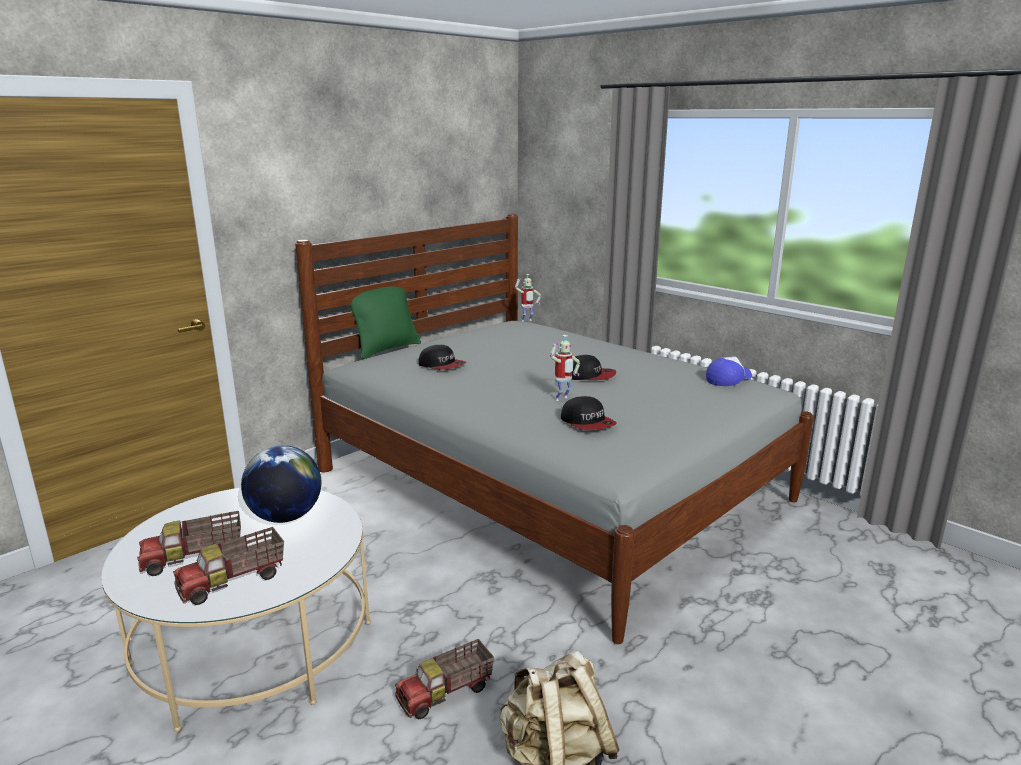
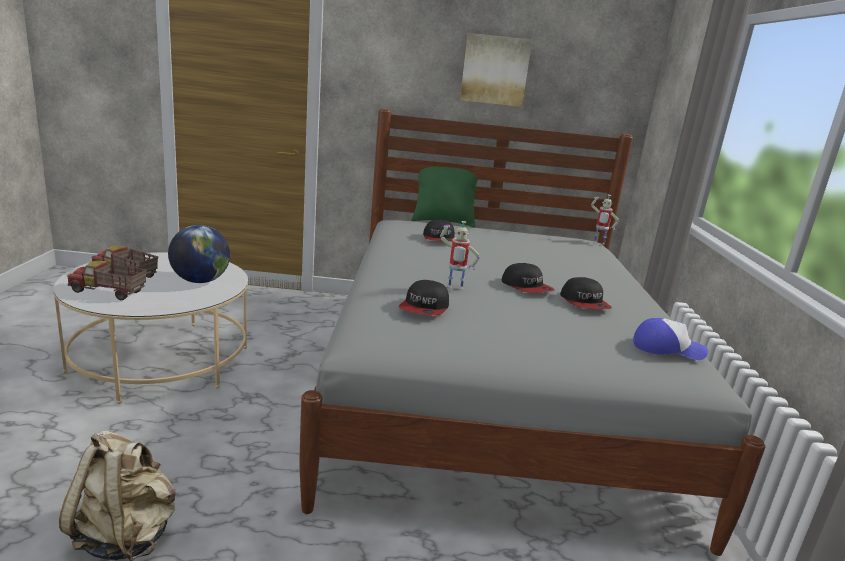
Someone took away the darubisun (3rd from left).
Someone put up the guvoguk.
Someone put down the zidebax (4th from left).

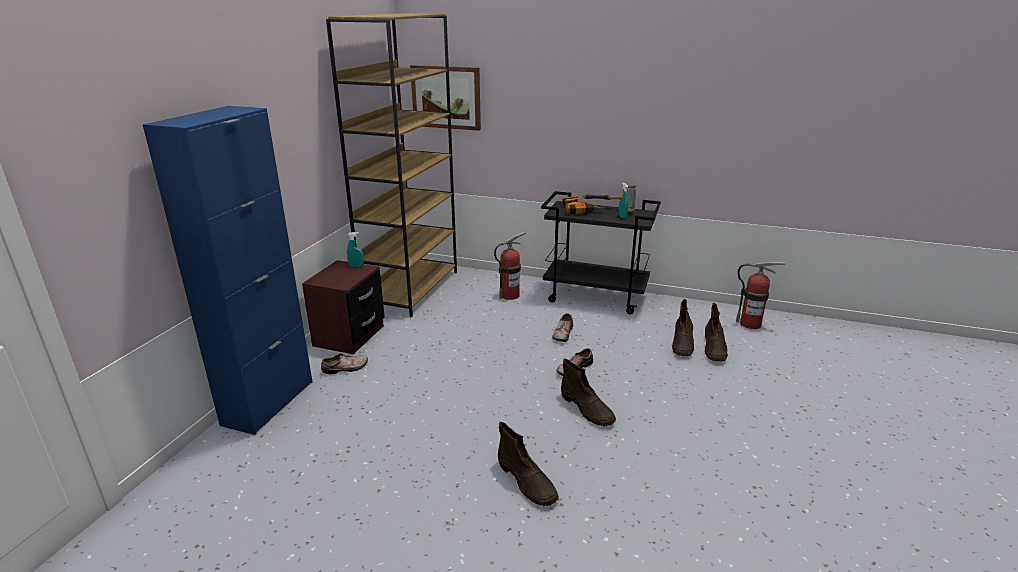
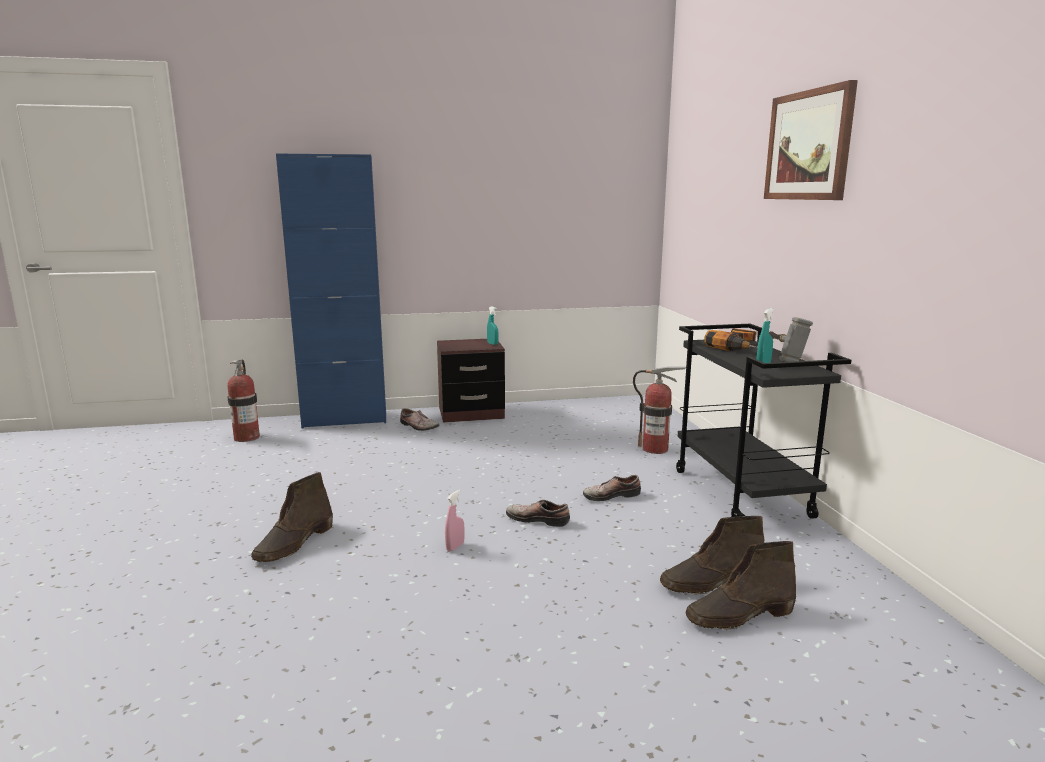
Someone took away the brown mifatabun.
Someone carried the guvoguk.
Someone carried the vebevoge (2nd from left in the first image).
Someone swapped the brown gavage (2nd from left) for the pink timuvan.

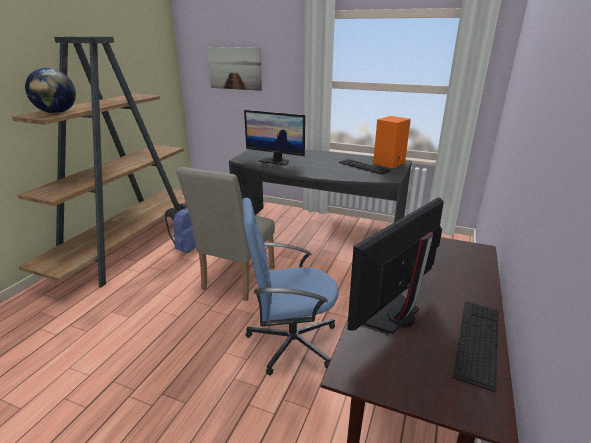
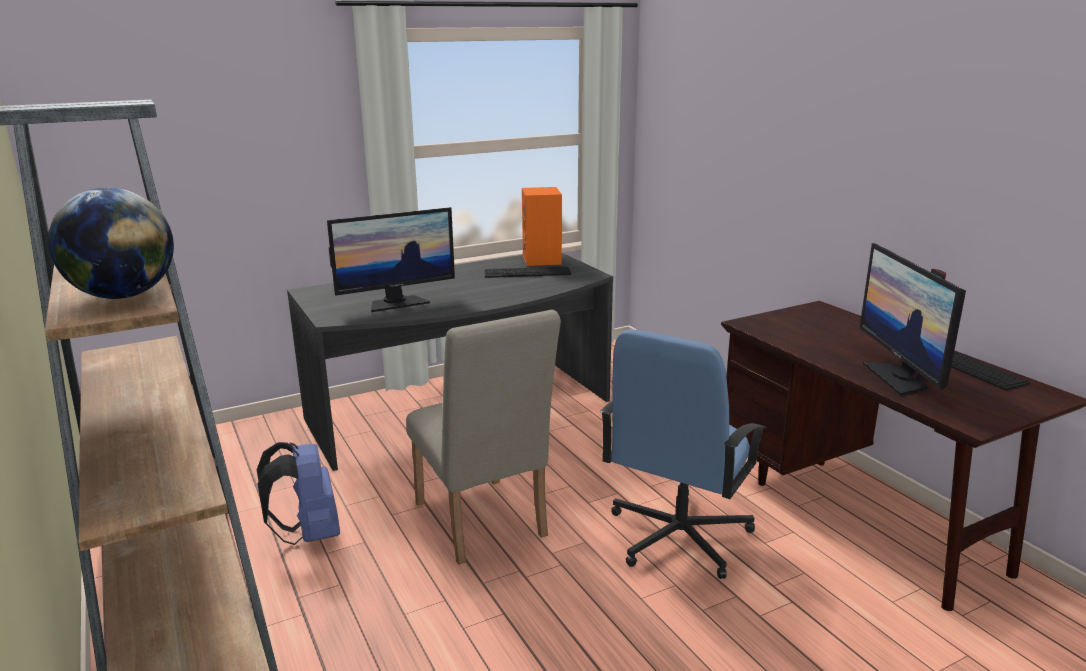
Someone took away the guvoguk.

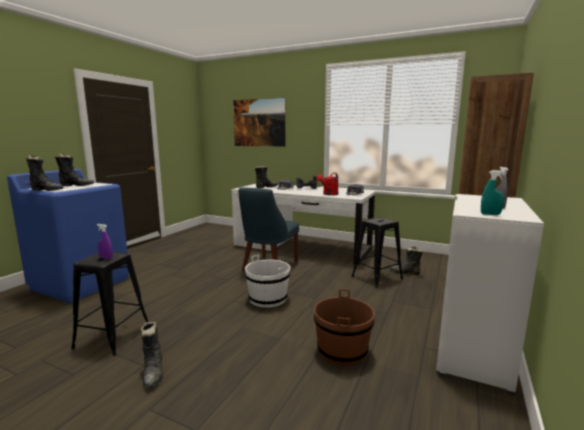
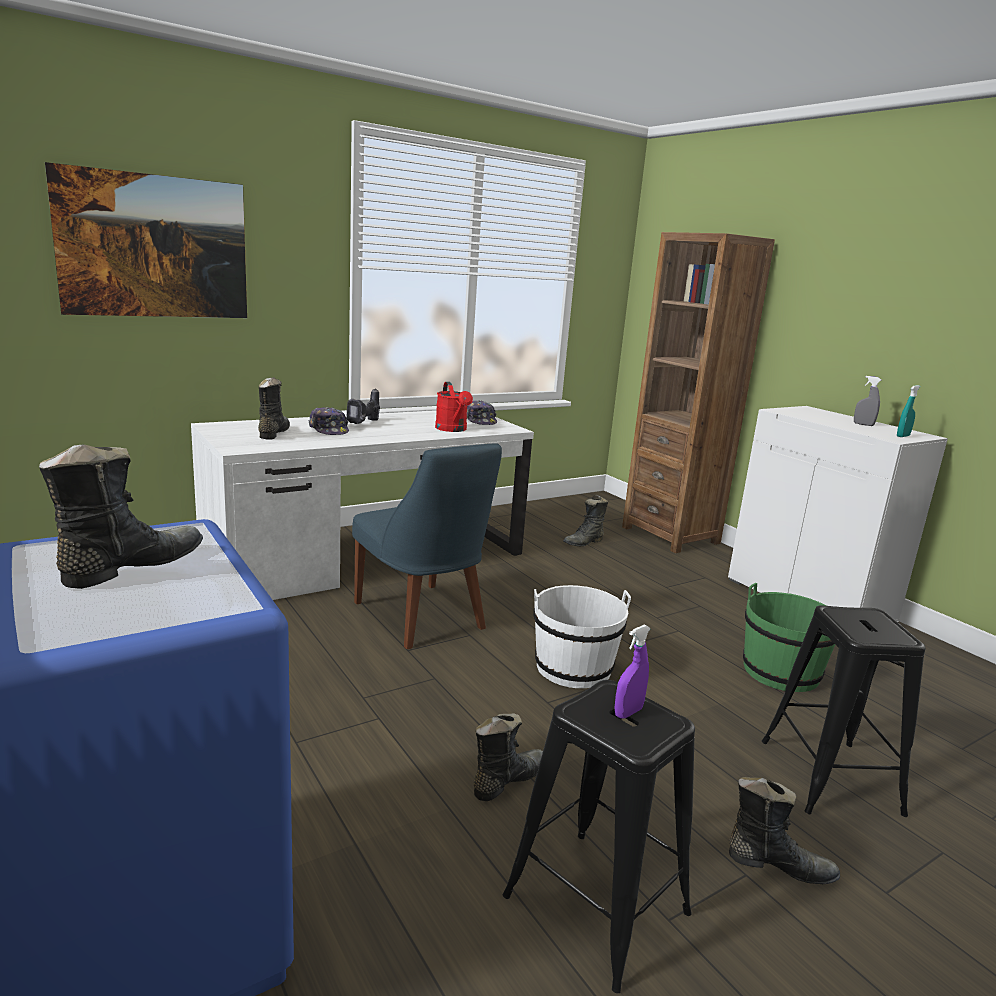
Someone carried the black gavage (1st from left in the first image).
Someone carried the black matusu (2nd from left).
Someone repainted the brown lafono, which became the green lafono.

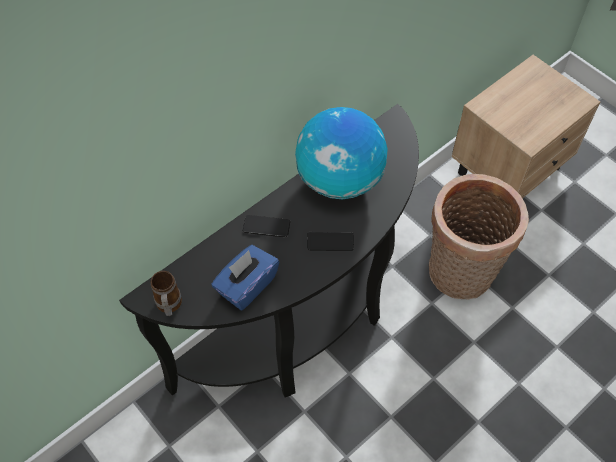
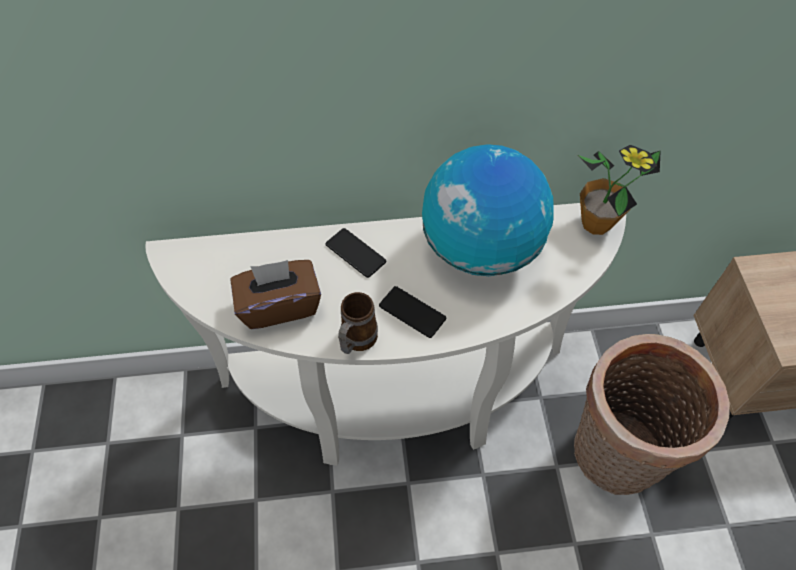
Someone put down the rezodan.
Someone carried the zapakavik.
Someone repainted the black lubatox, which became the white lubatox.
Someone repainted the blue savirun, which became the brown savirun.

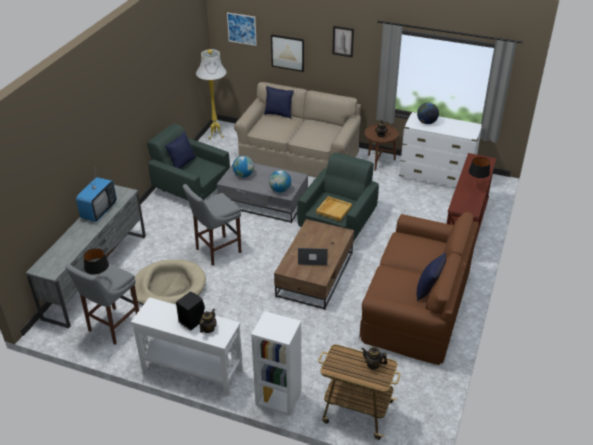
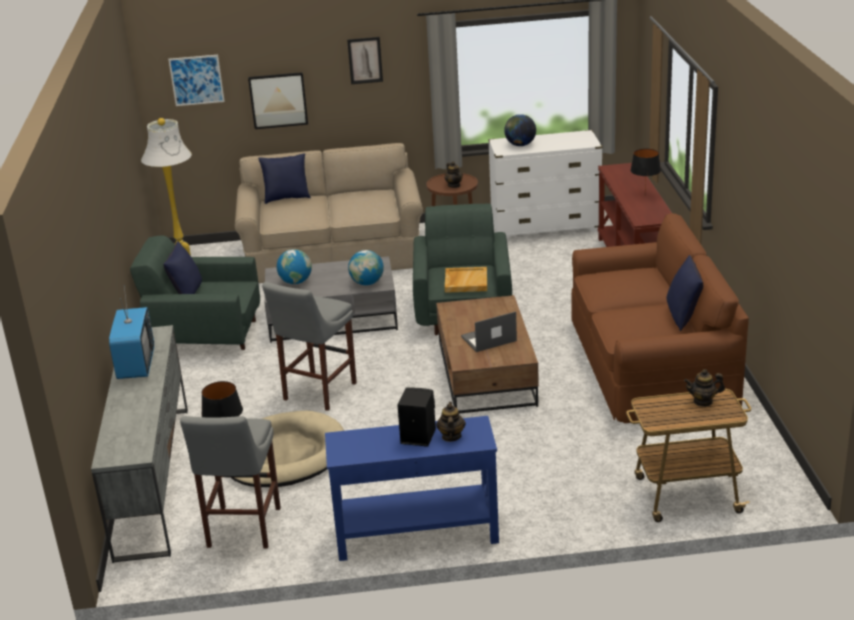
Someone took away the white mifatabun.
Someone repainted the white lubatox, which became the blue lubatox.

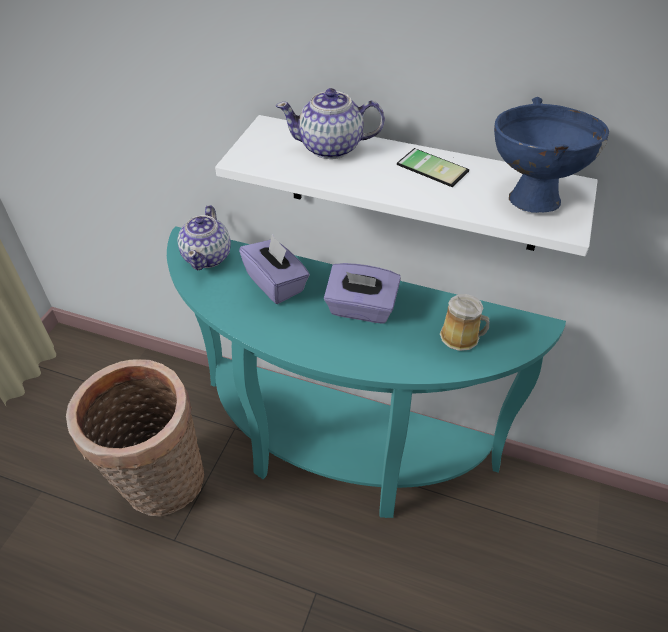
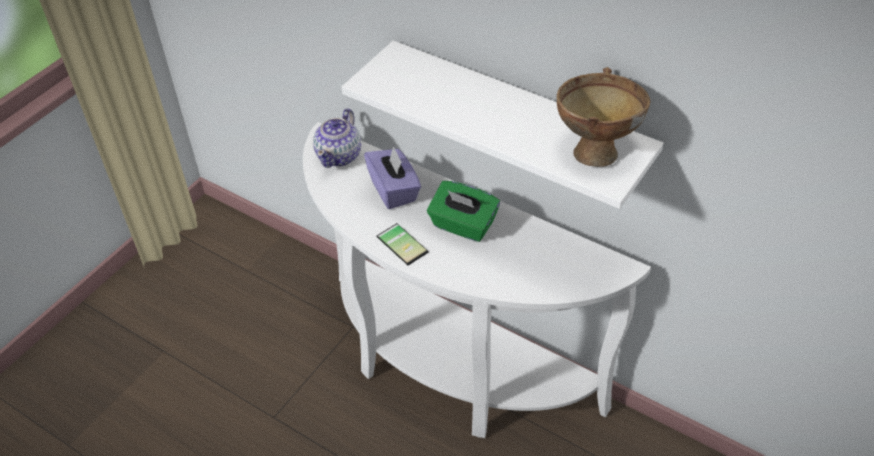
Someone took away the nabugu.
Someone took away the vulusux (2nd from left).
Someone took away the zapakavik.
Someone carried the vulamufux.
Someone repainted the turquoise lubatox, which became the white lubatox.
Someone repainted the purple savirun (2nd from left), which became the green savirun.
Someone repainted the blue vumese, which became the brown vumese.

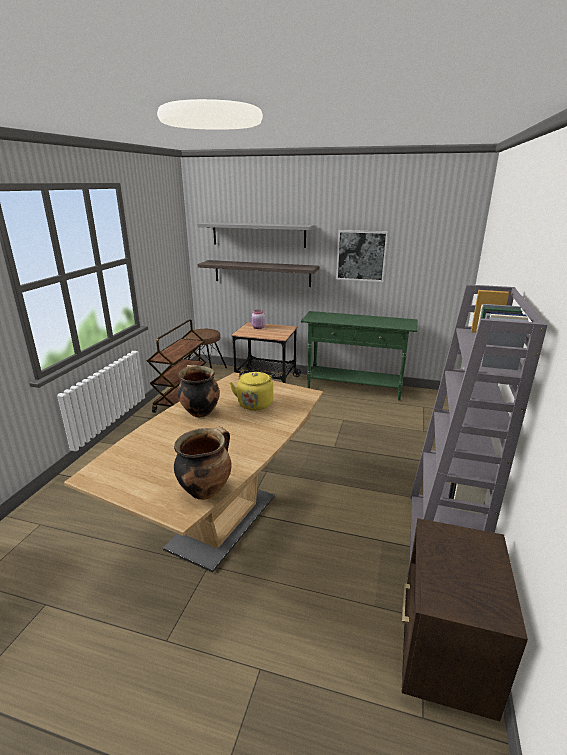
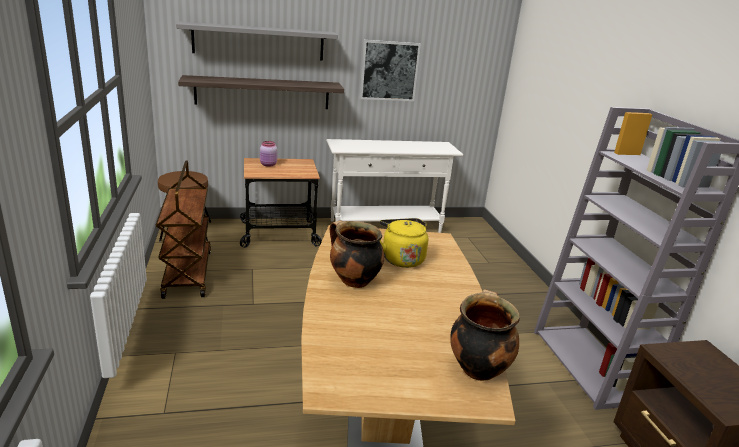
Someone repainted the green lubatox, which became the white lubatox.

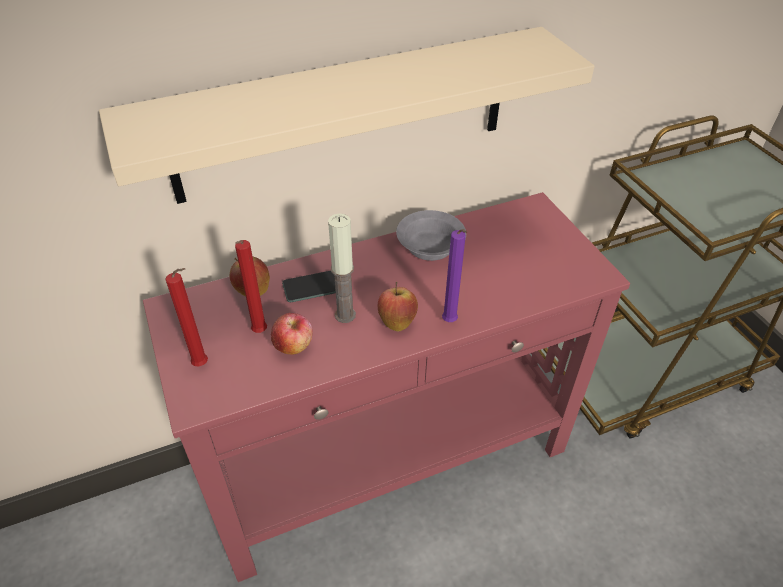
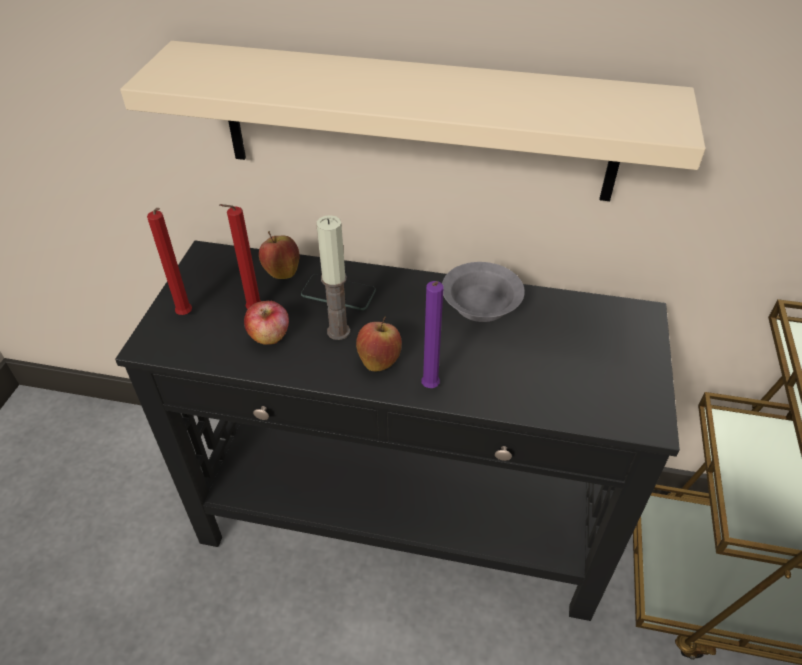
Someone repainted the red lubatox, which became the black lubatox.

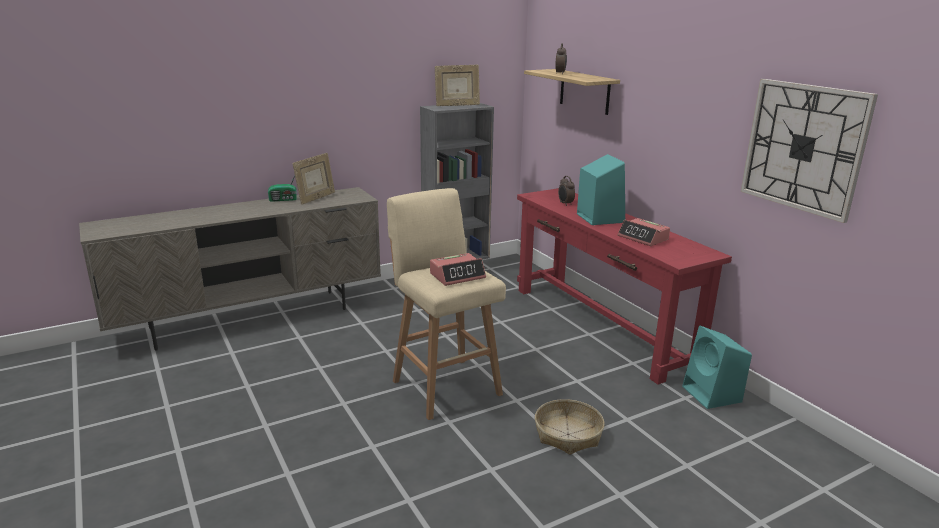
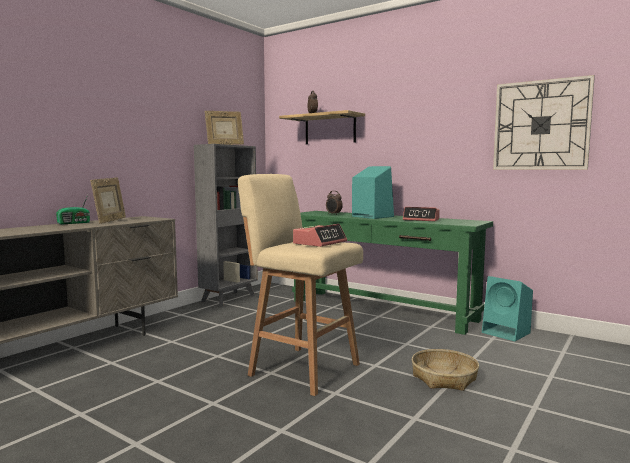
Someone repainted the red lubatox, which became the green lubatox.

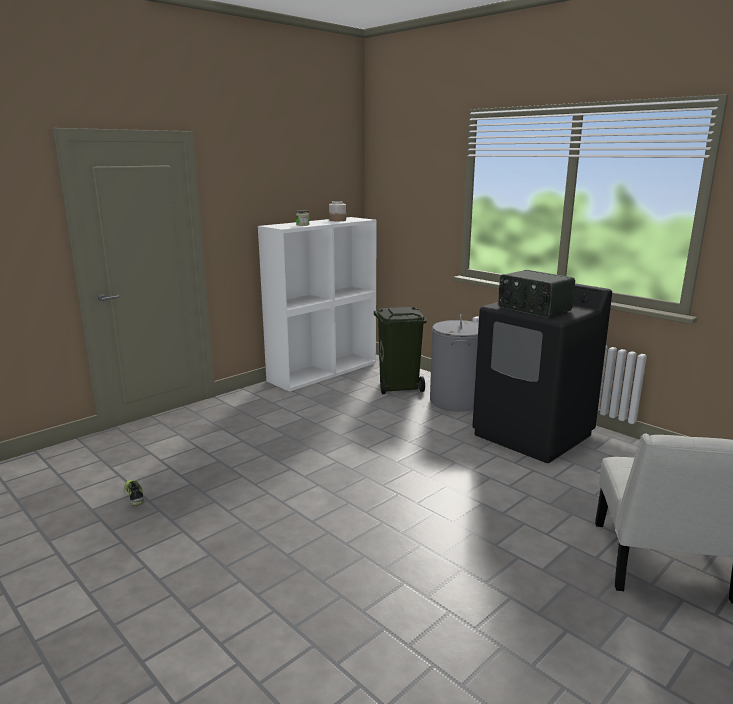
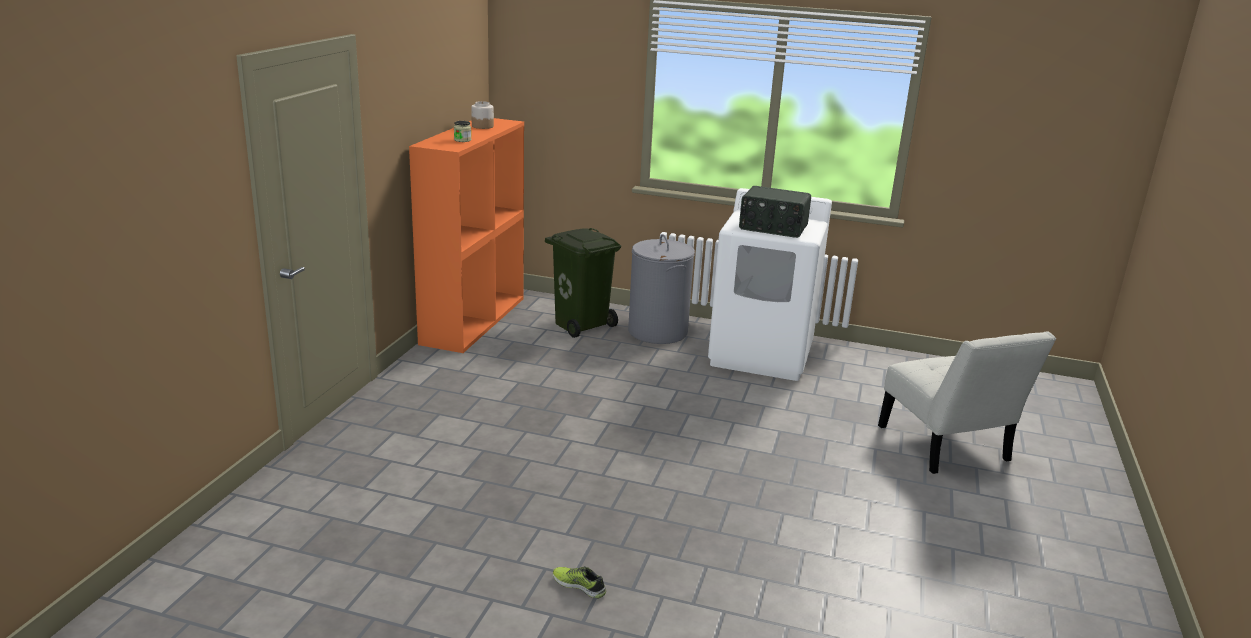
Someone carried the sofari.
Someone repainted the white mifatabun, which became the orange mifatabun.
Someone repainted the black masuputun, which became the white masuputun.

